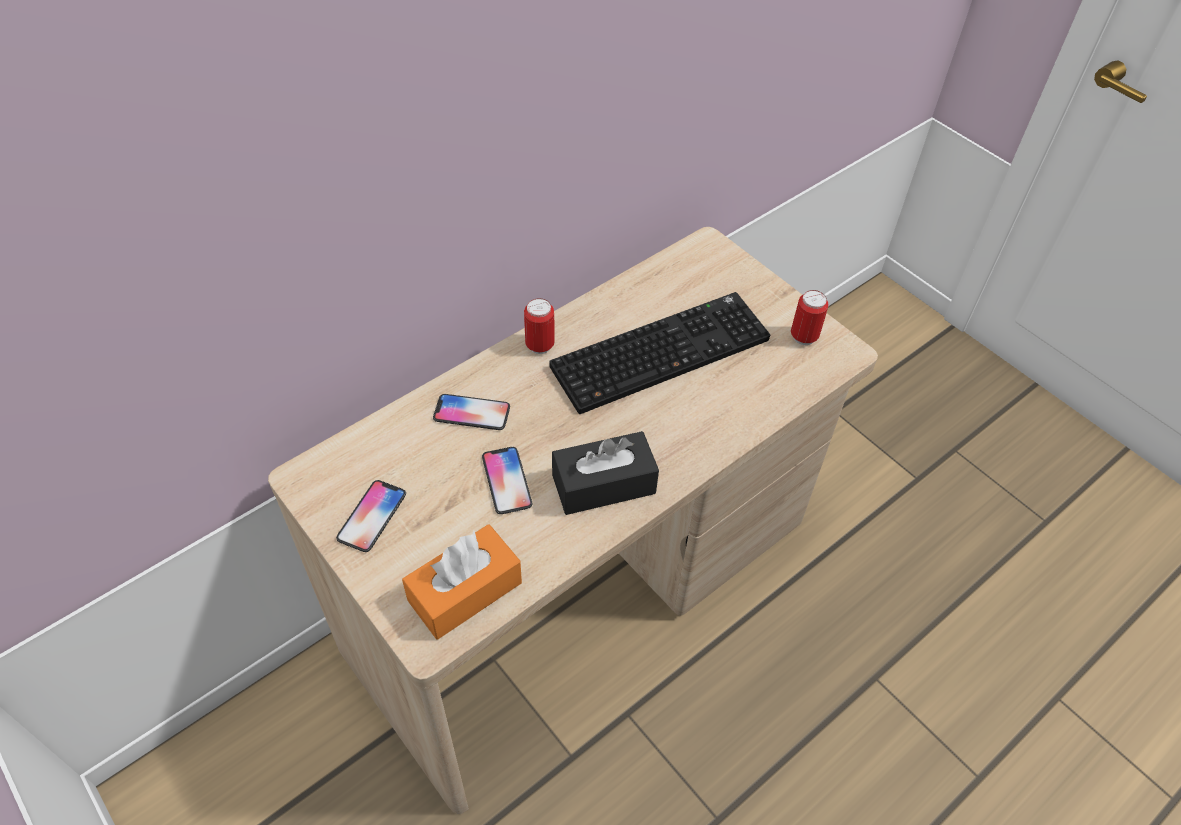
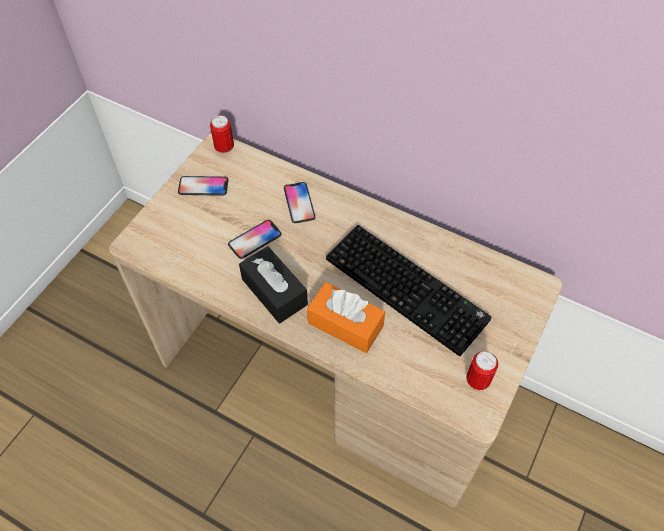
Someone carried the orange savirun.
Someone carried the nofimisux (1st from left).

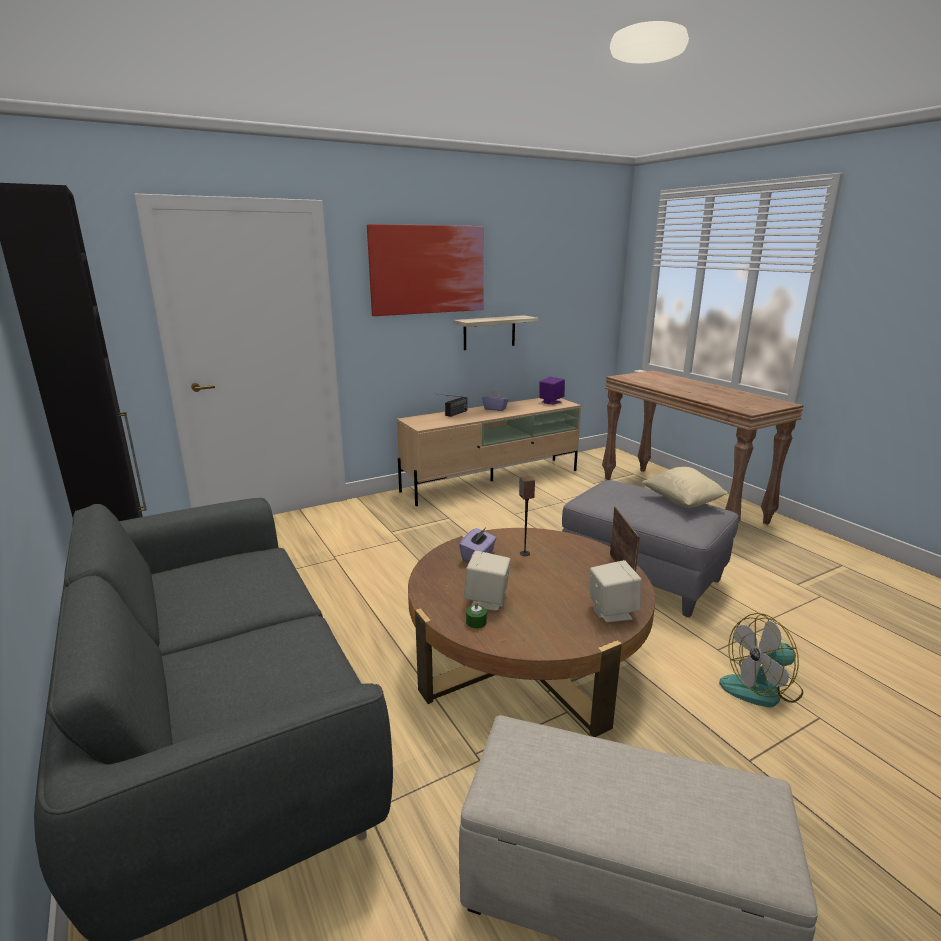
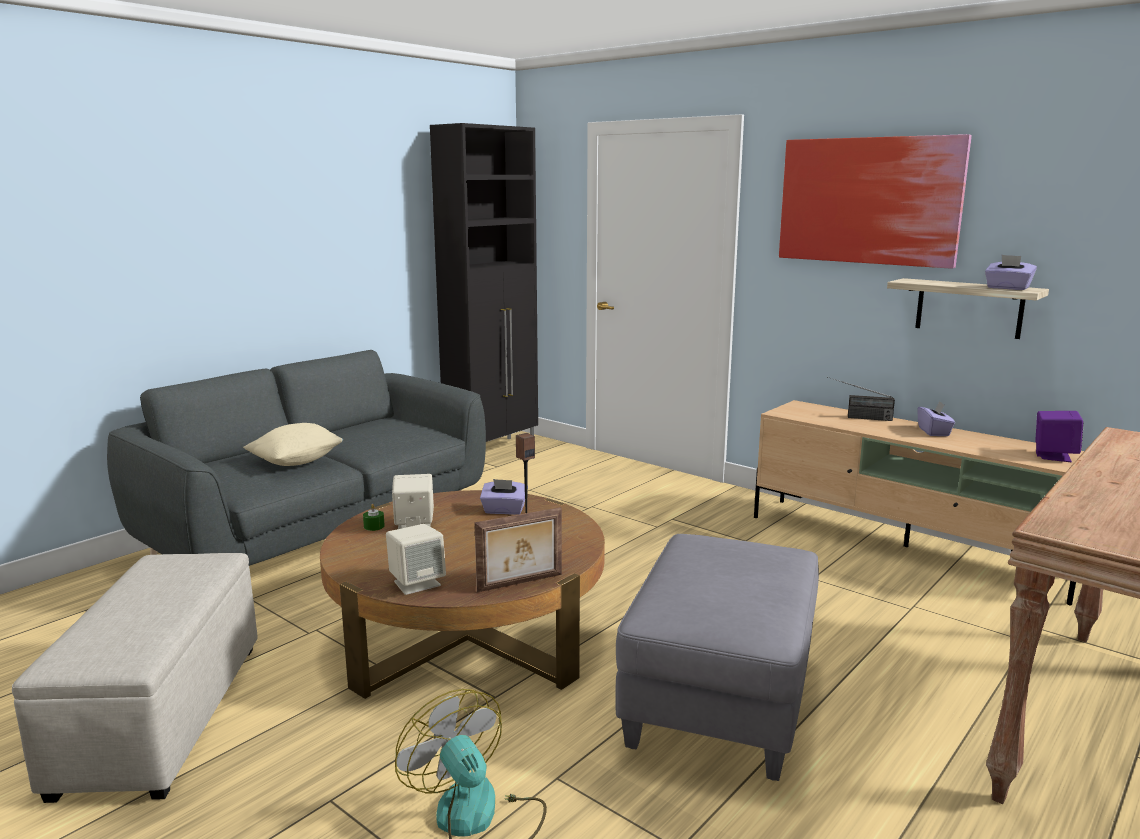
Someone put down the purple savirun (3rd from left).
Someone carried the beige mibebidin.

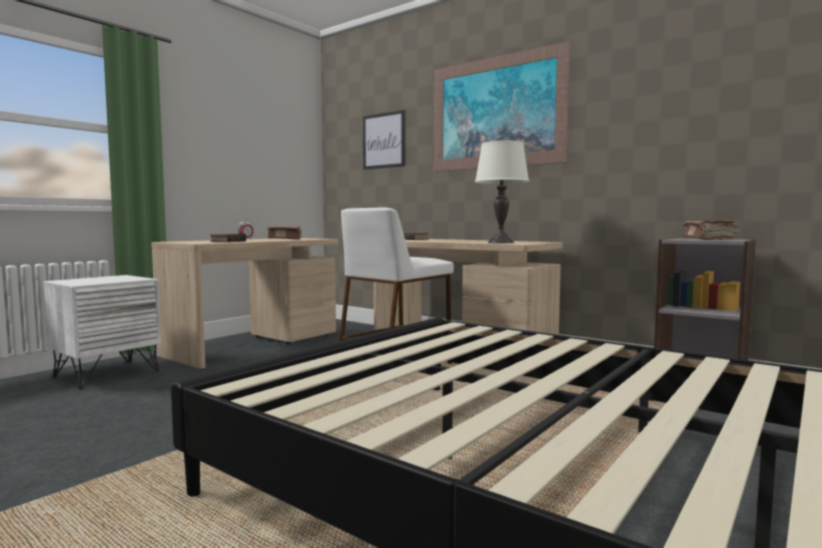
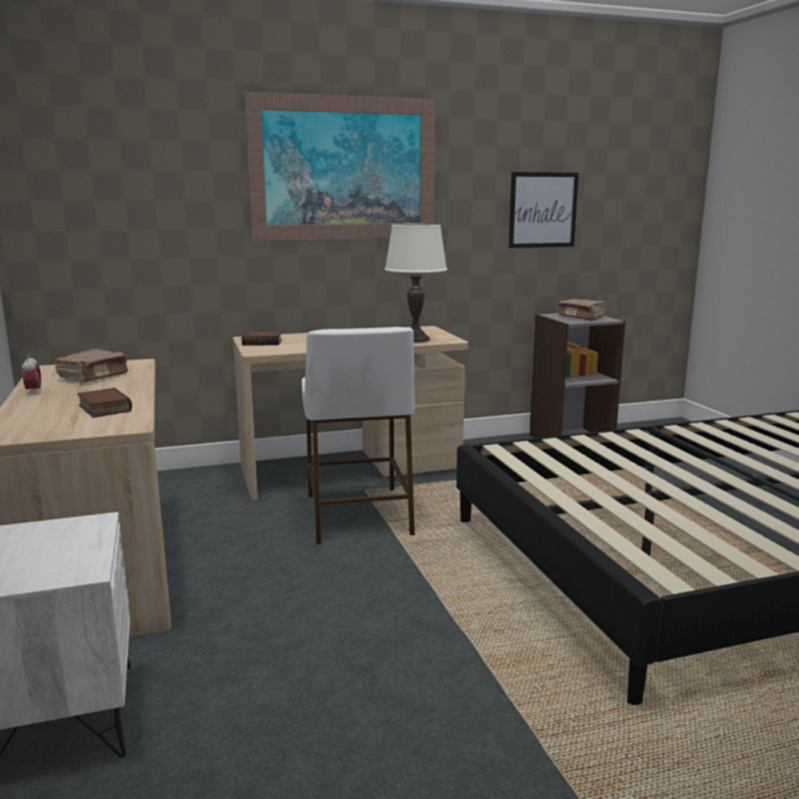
Someone carried the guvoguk (1st from left in the first image).

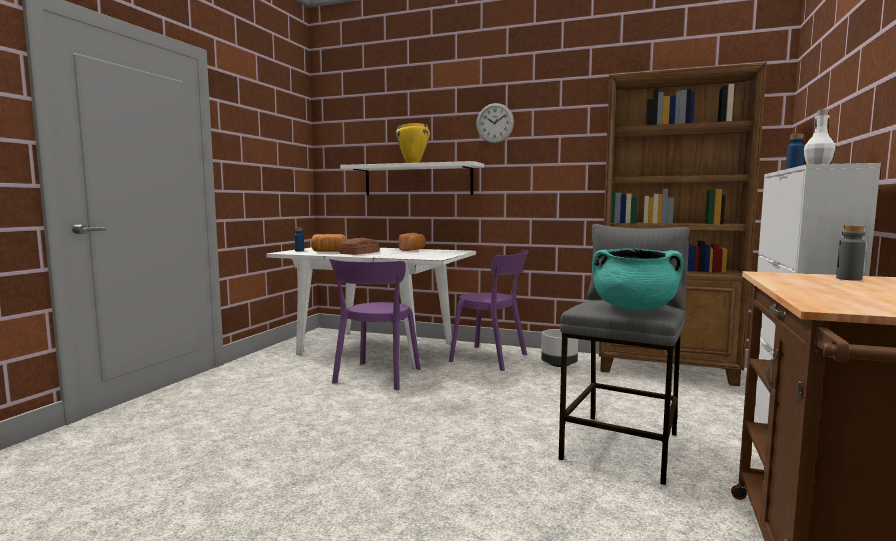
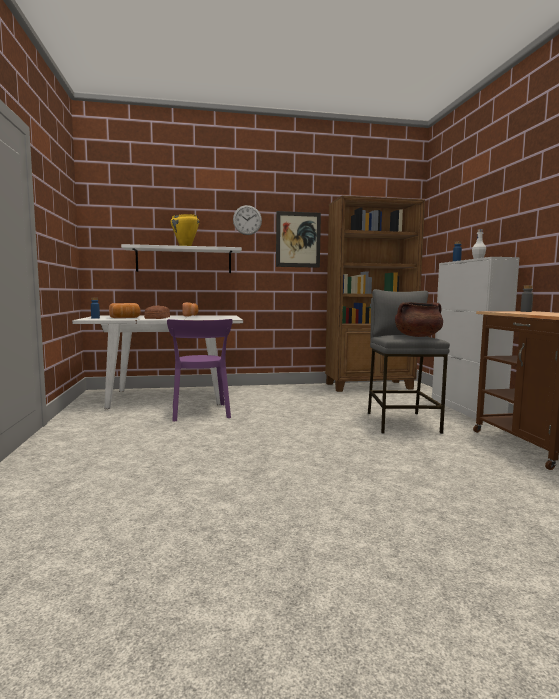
Someone took away the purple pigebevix (2nd from left).
Someone took away the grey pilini.
Someone put up the guvoguk.
Someone repainted the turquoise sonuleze, which became the brown sonuleze.

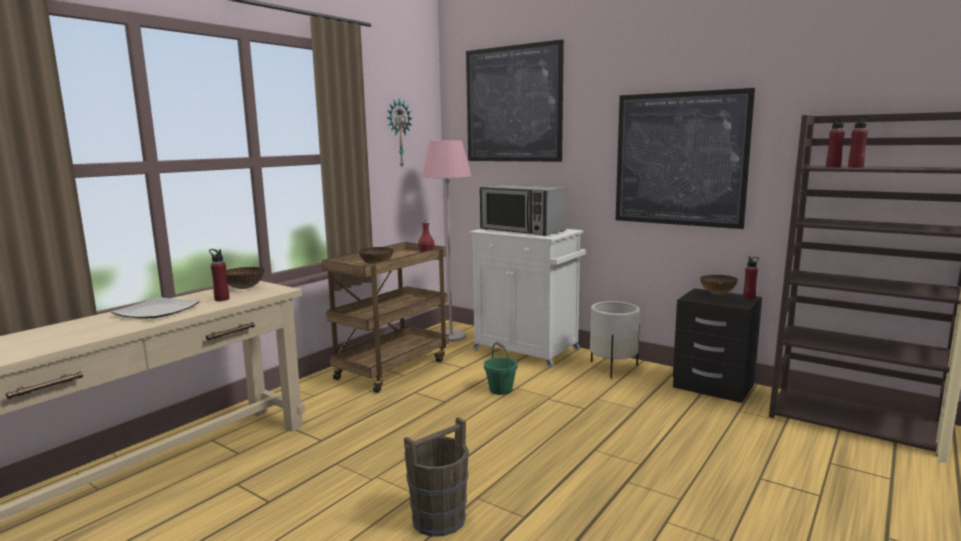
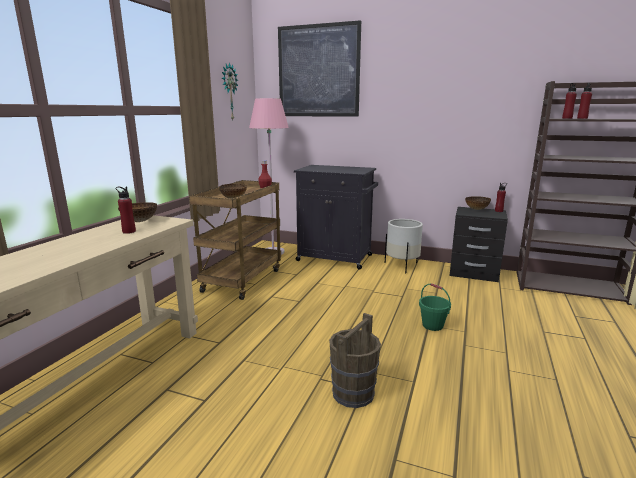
Someone took away the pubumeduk.
Someone took away the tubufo.
Someone took away the guvoguk (2nd from left).
Someone carried the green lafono.
Someone repainted the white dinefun, which became the black dinefun.

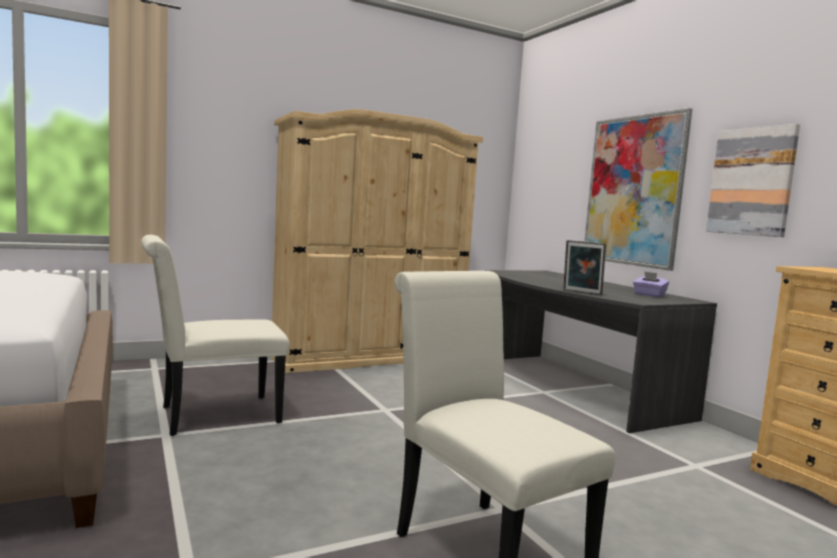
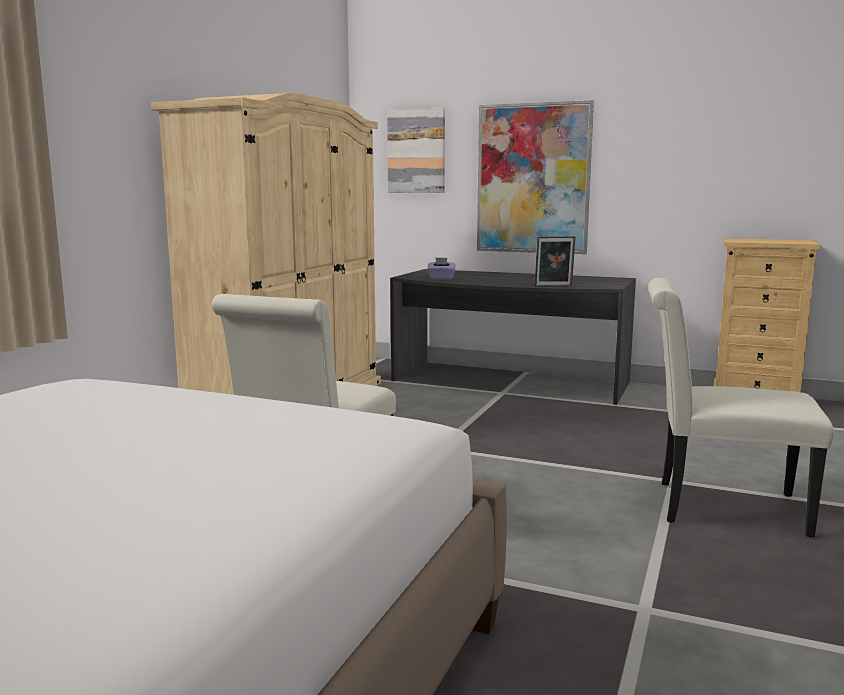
Someone carried the purple savirun.
Someone carried the guvoguk (2nd from left in the first image).

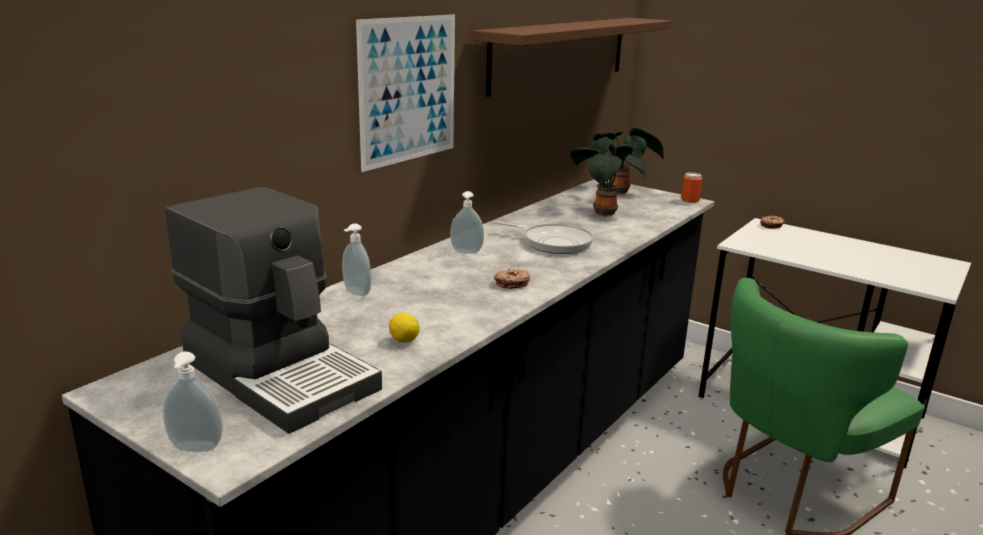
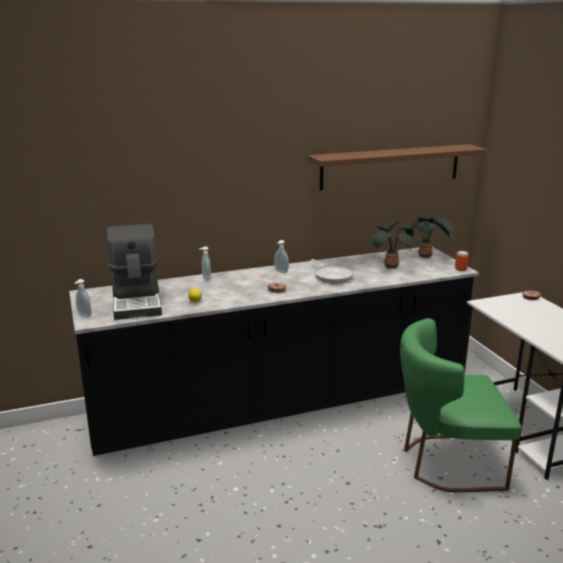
Someone took away the guvoguk.

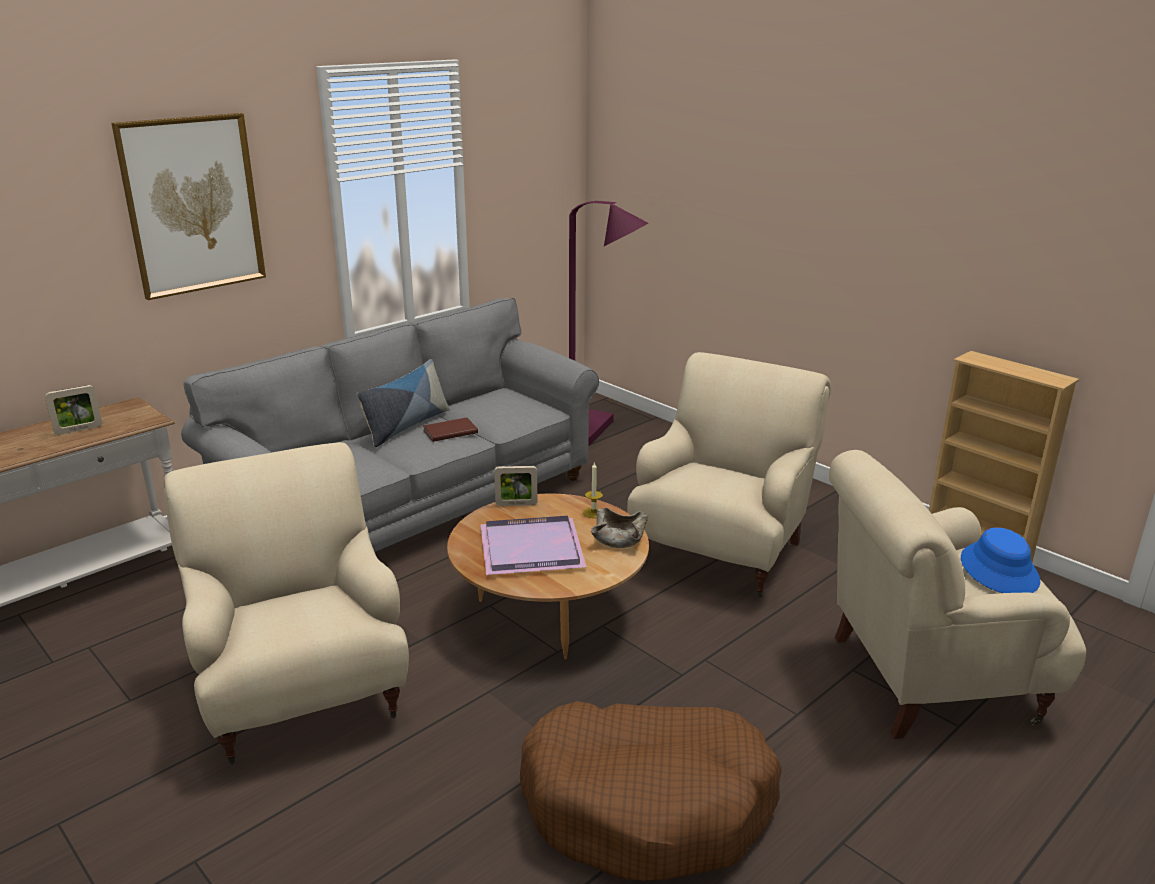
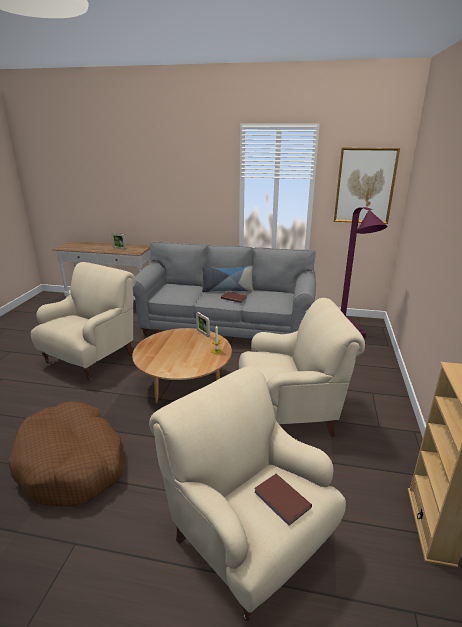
Someone took away the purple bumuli.
Someone took away the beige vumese.
Someone carried the guvoguk.
Someone swapped the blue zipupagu for the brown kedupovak (2nd from left).

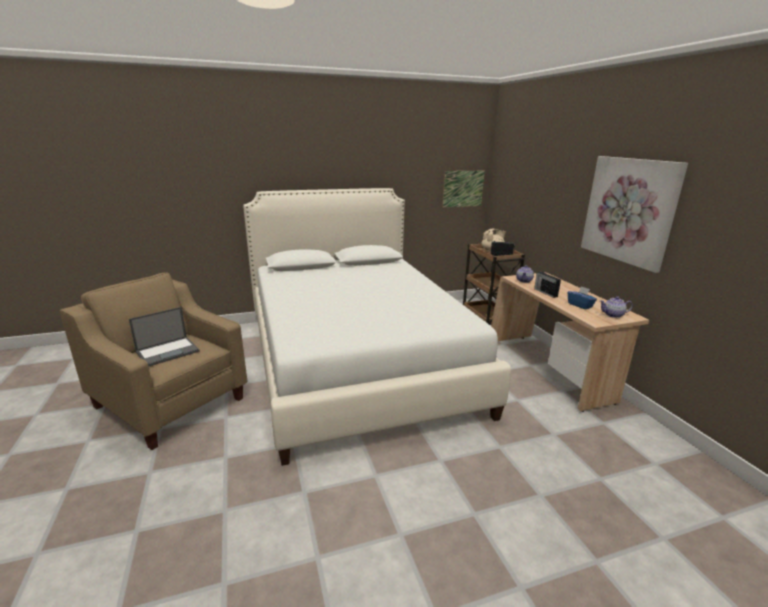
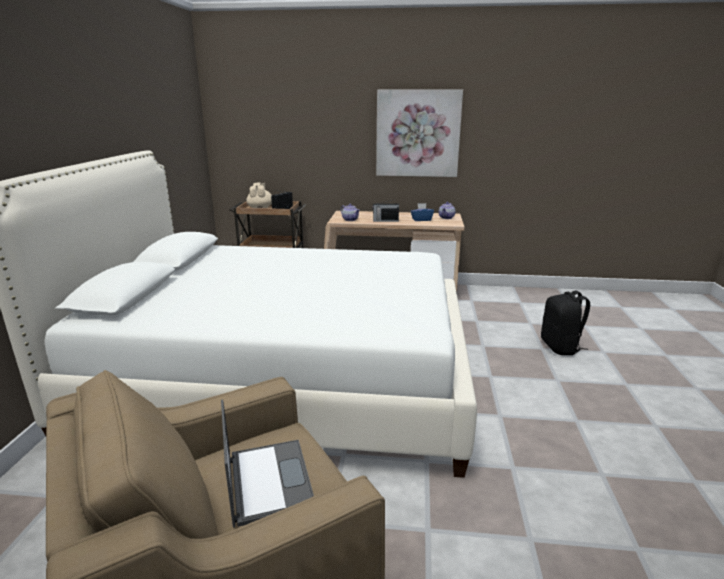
Someone took away the guvoguk (1st from left).
Someone put down the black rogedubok.

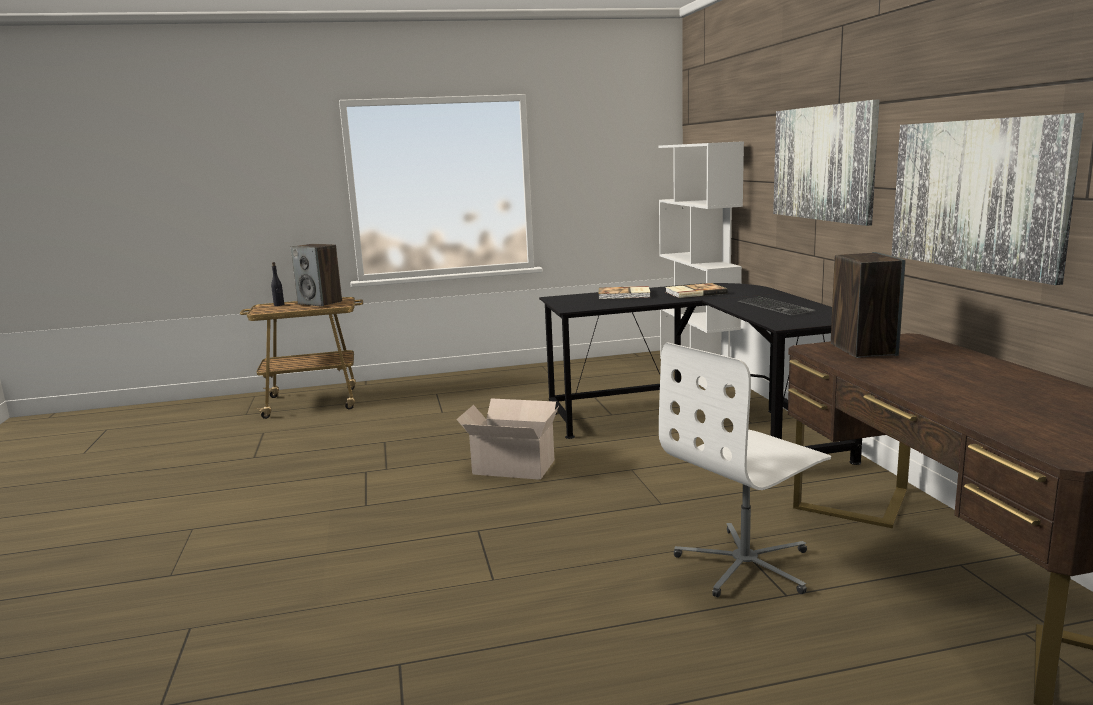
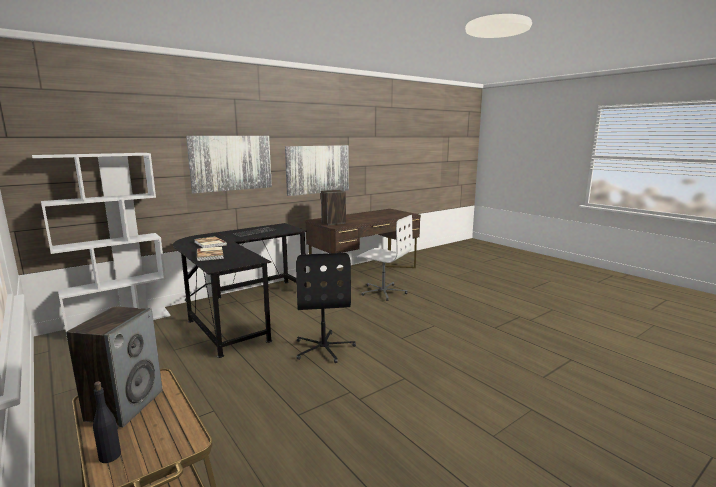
Someone swapped the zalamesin for the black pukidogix.

